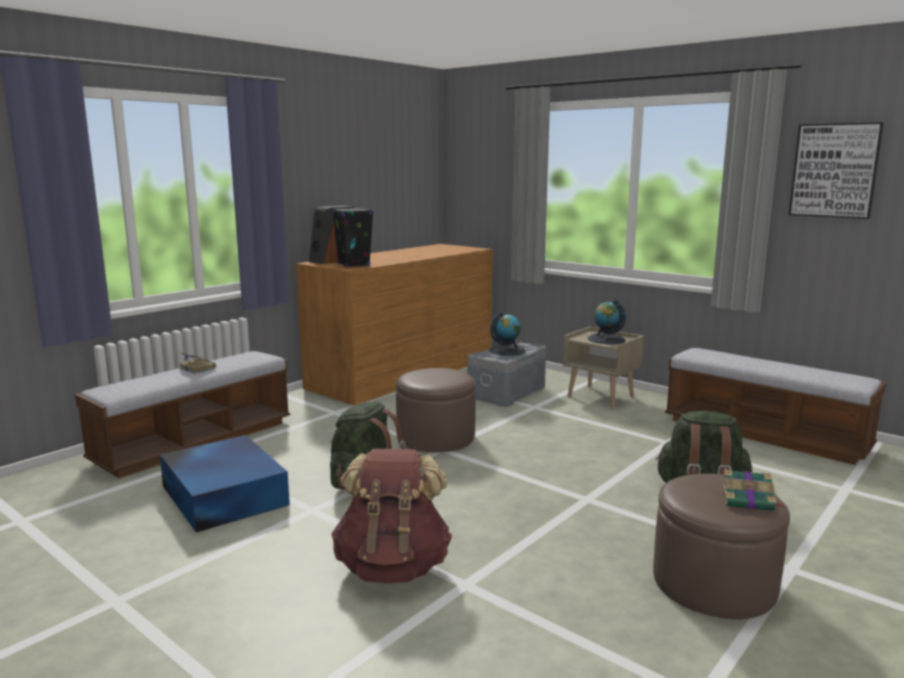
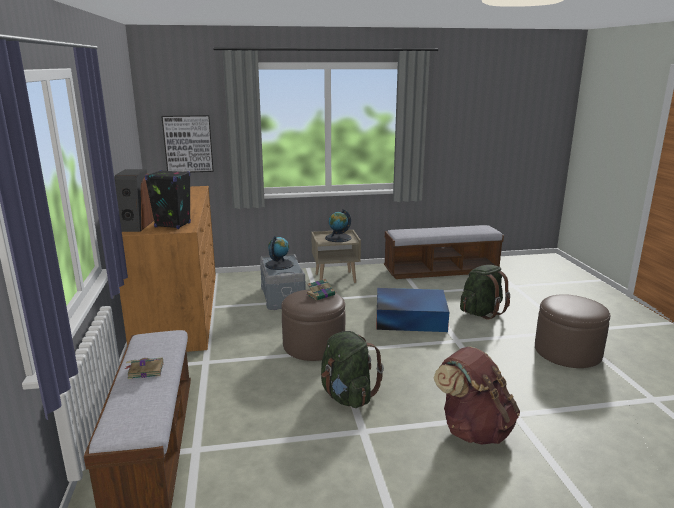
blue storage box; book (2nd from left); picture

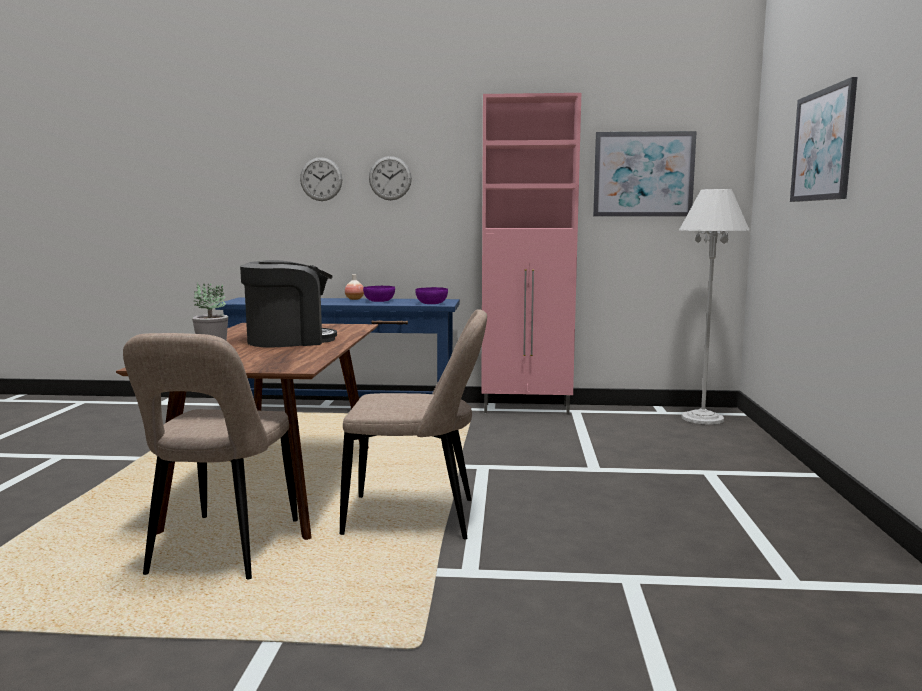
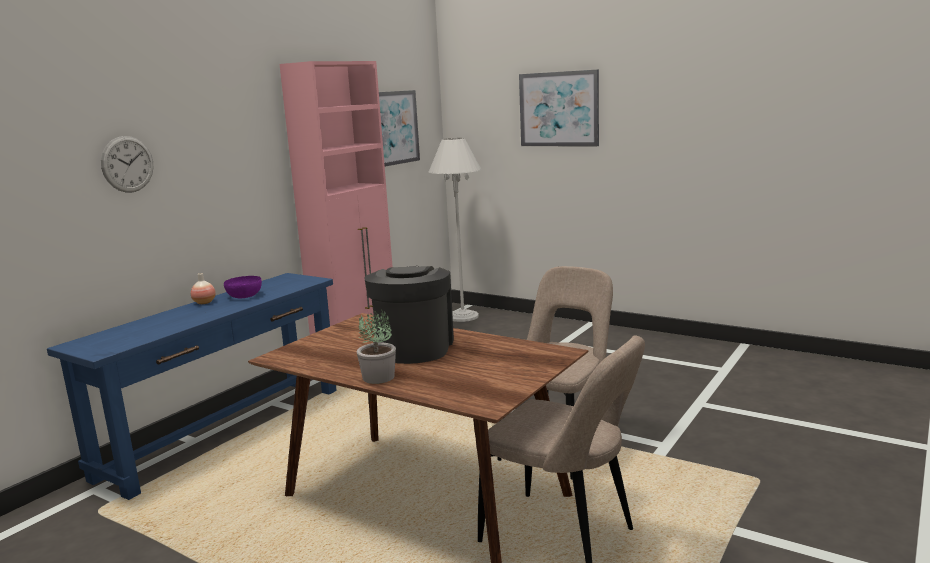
wall clock (2nd from left in the first image); purple bowl (2nd from left in the first image)

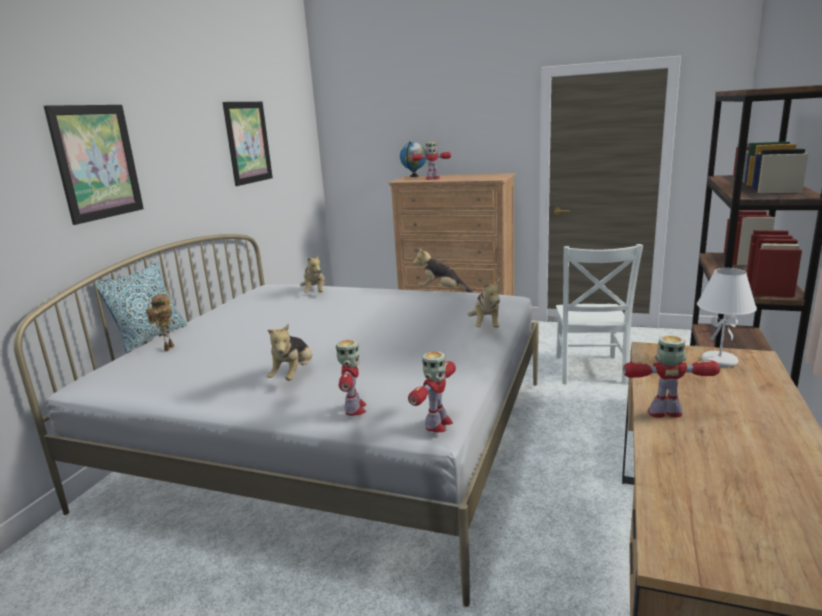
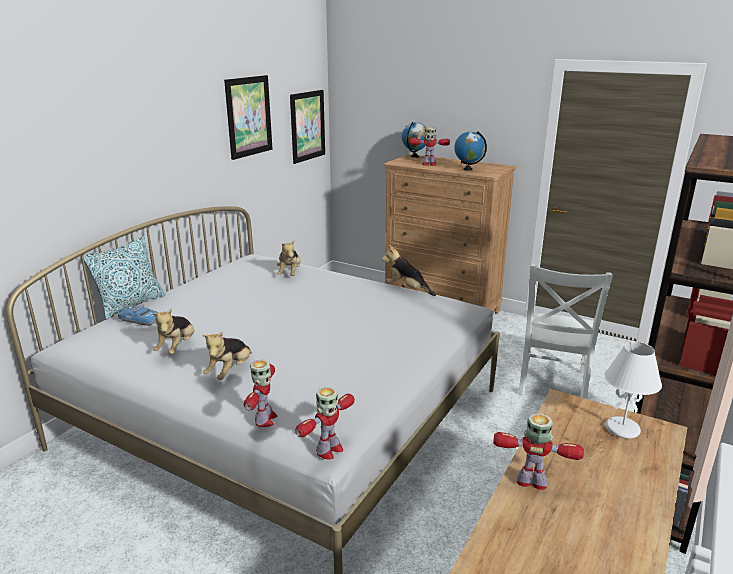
globe (2nd from left); picture (2nd from left); plush toy (1st from left); toy car

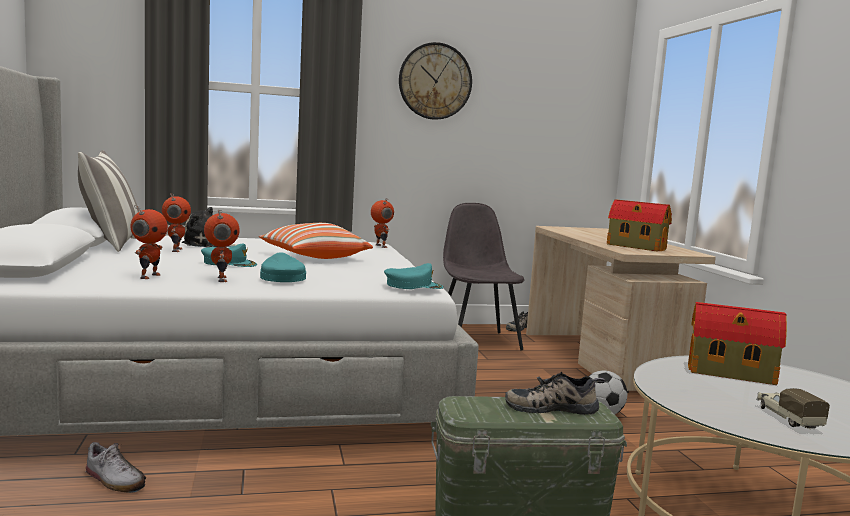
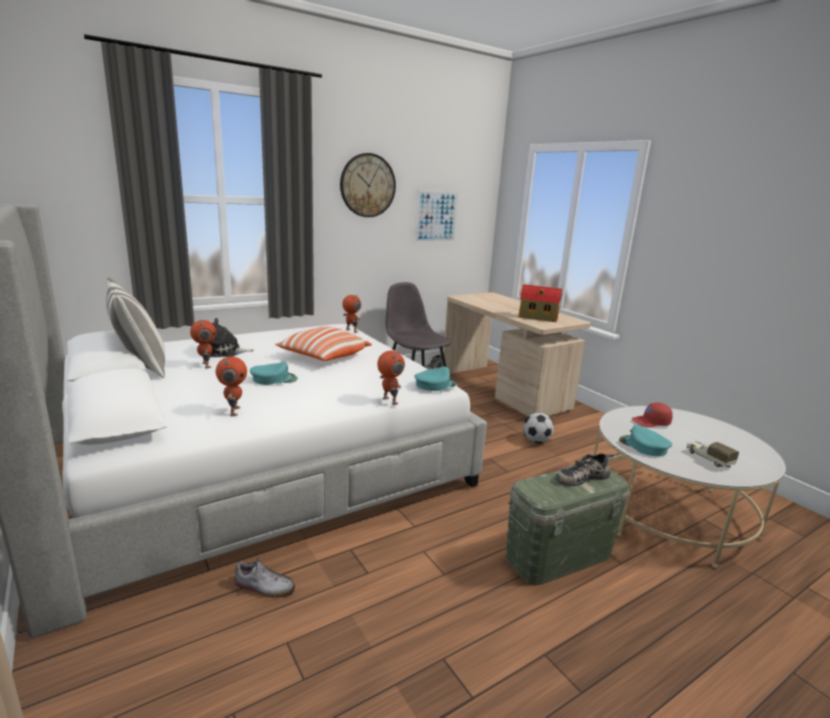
picture; toy robot (4th from left); turquoise cap (3rd from left); red cap

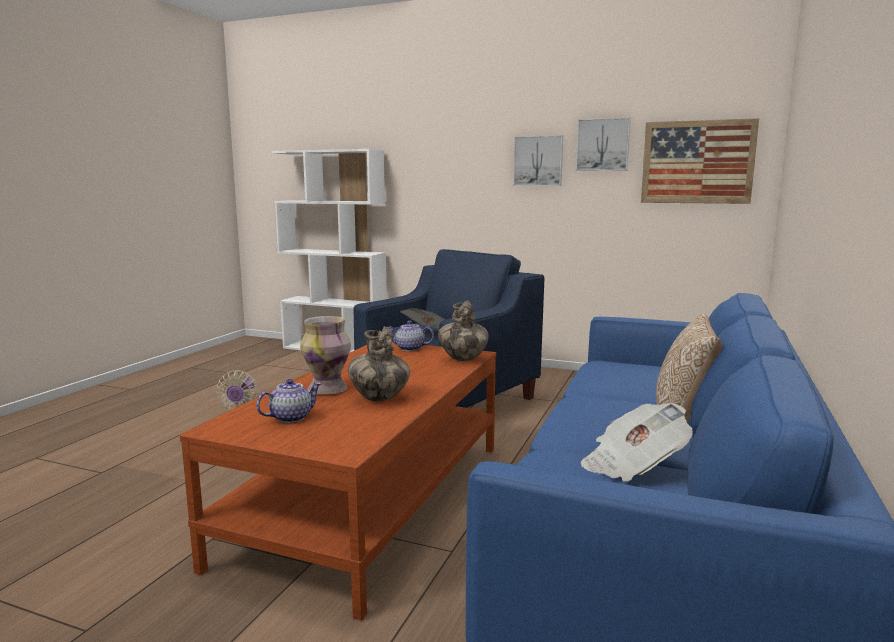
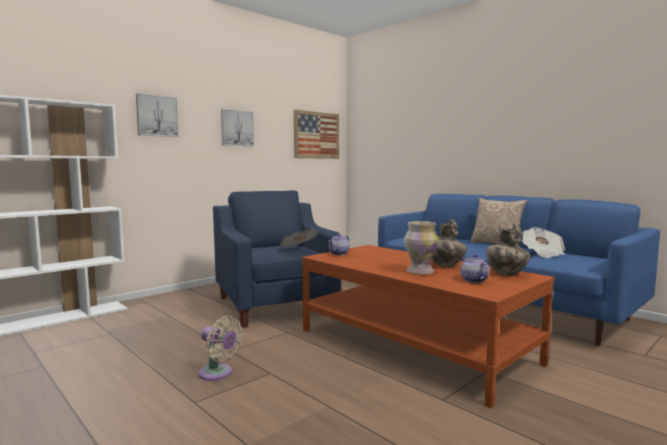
vase (3rd from left); picture (1st from left)

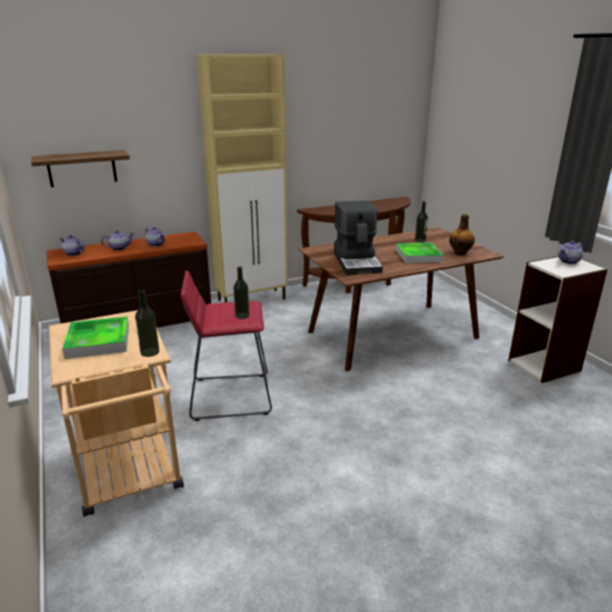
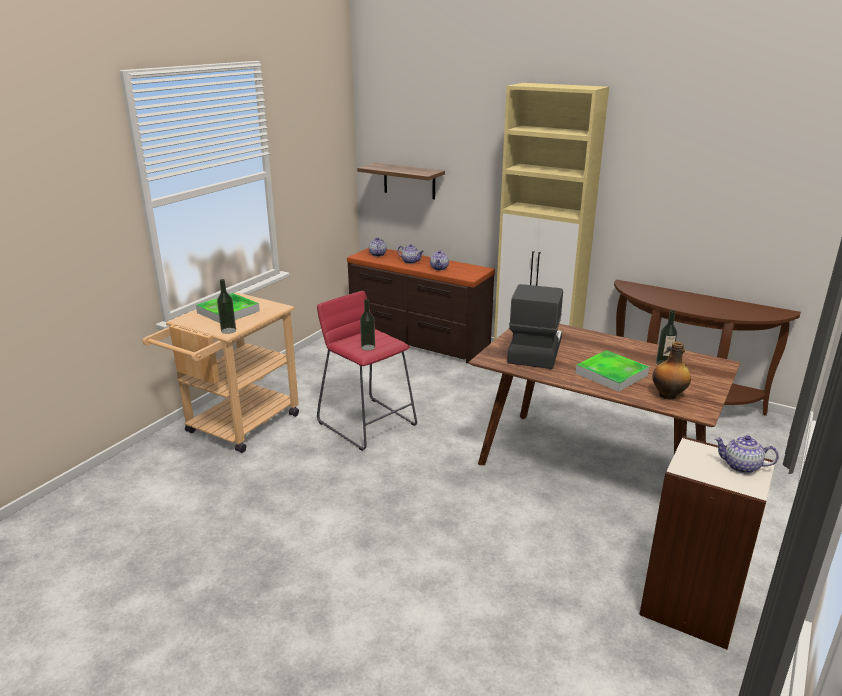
coffee machine

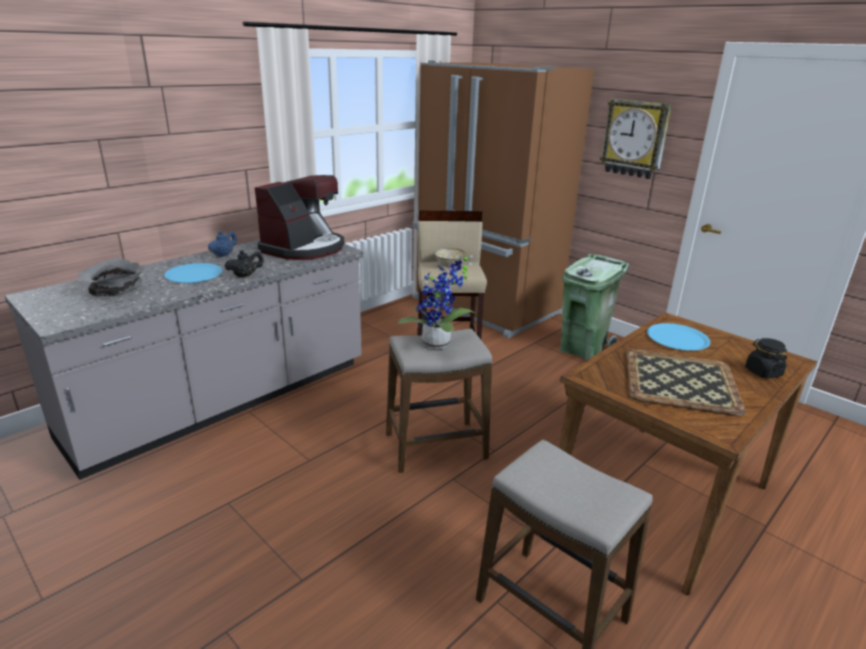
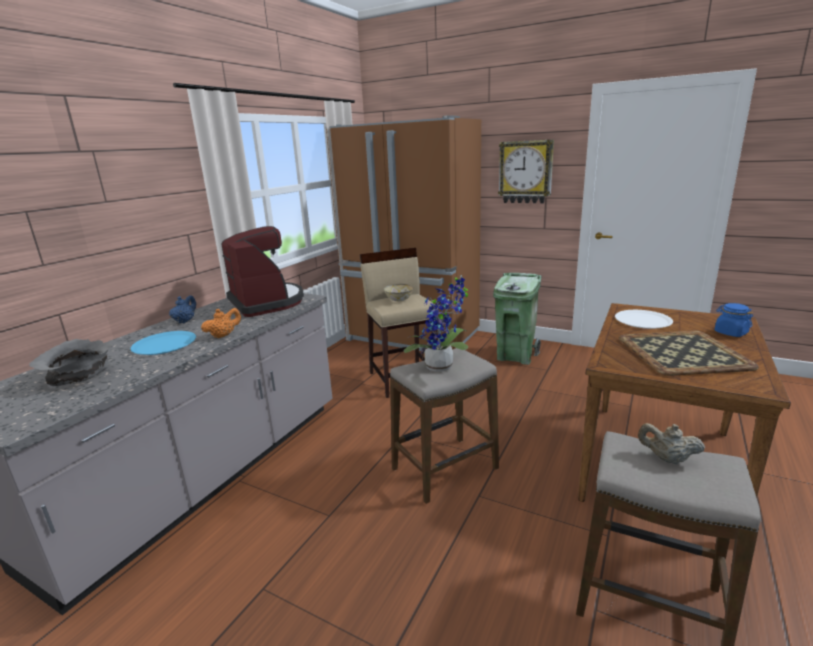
beige teapot; orange teapot; white plate; blue jar; coffee machine

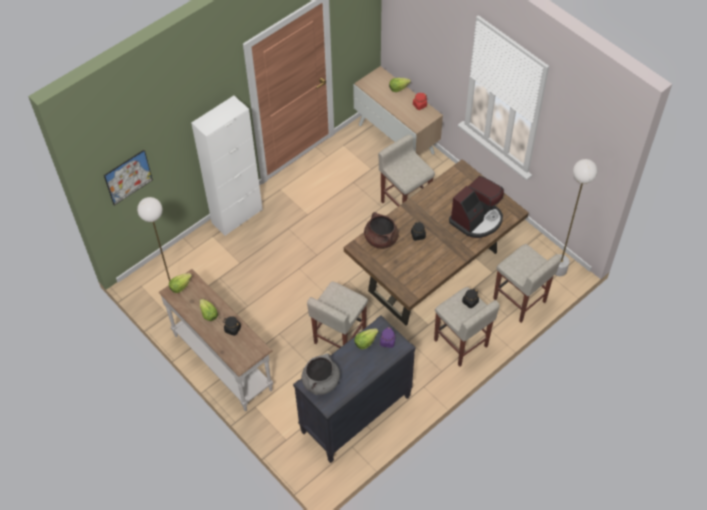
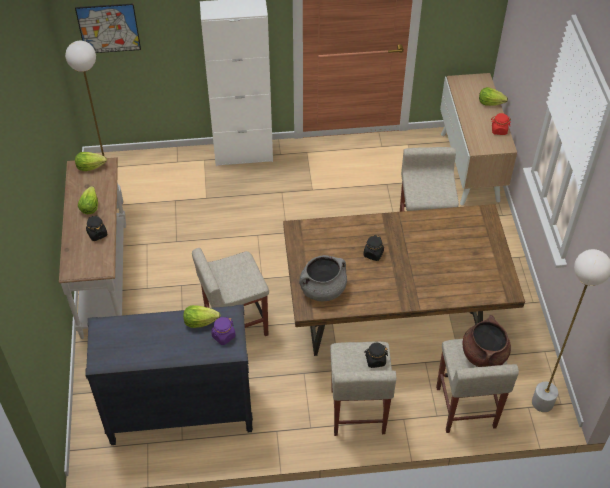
coffee machine; grey cooking pot; brown cooking pot

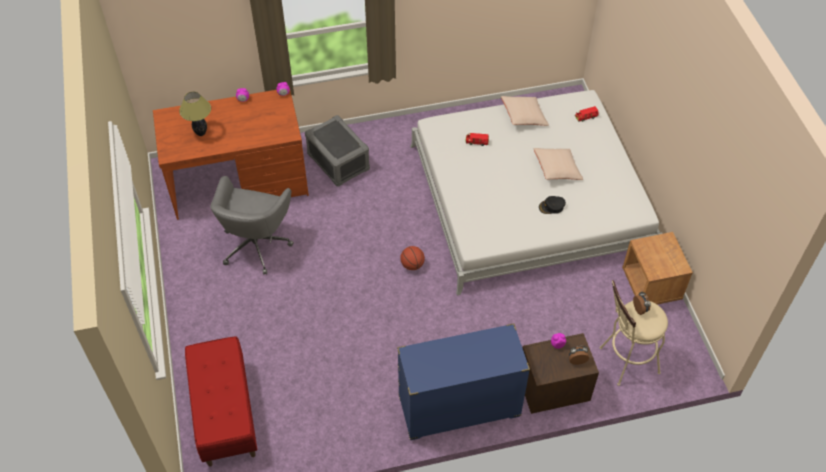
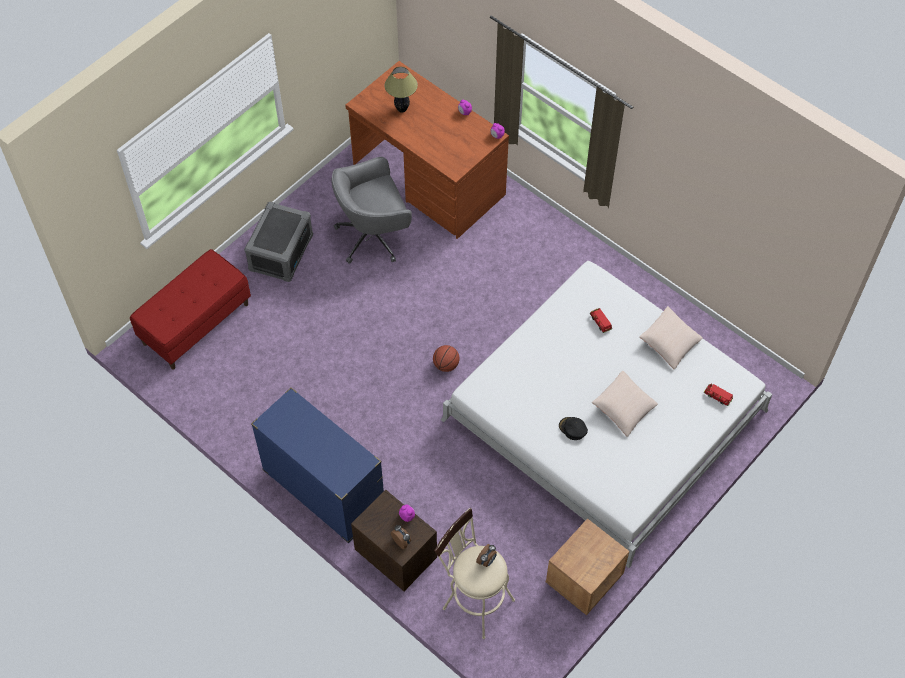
grey storage box

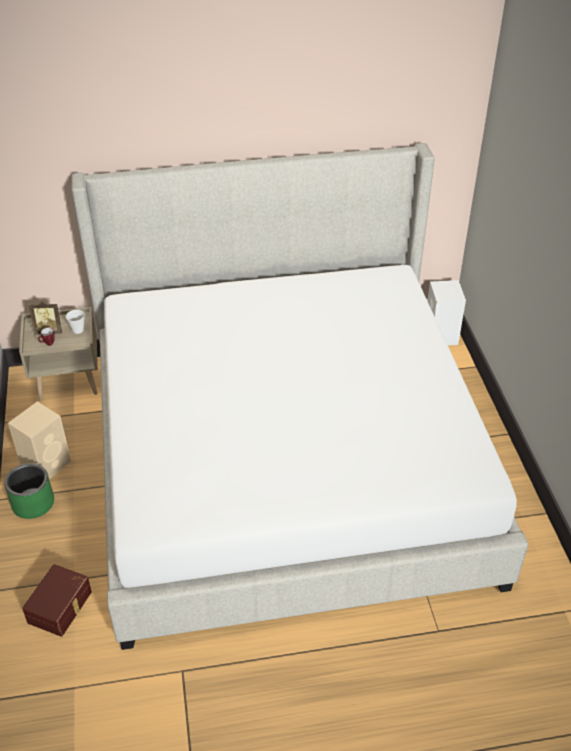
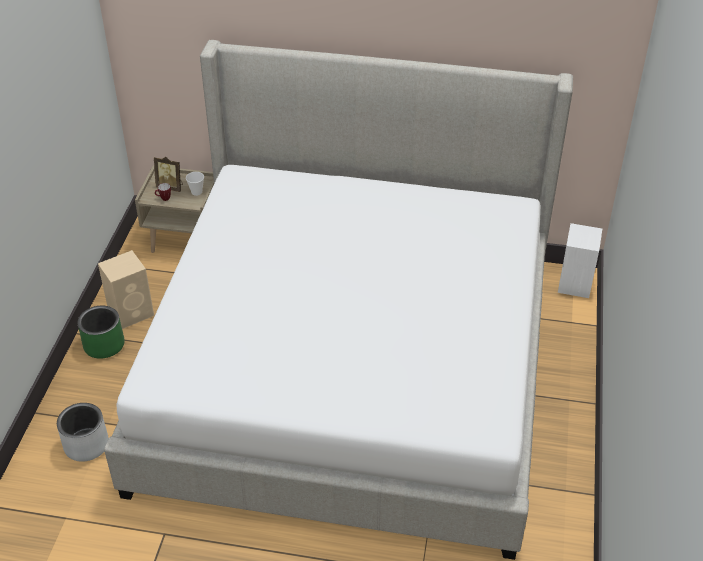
grey planter

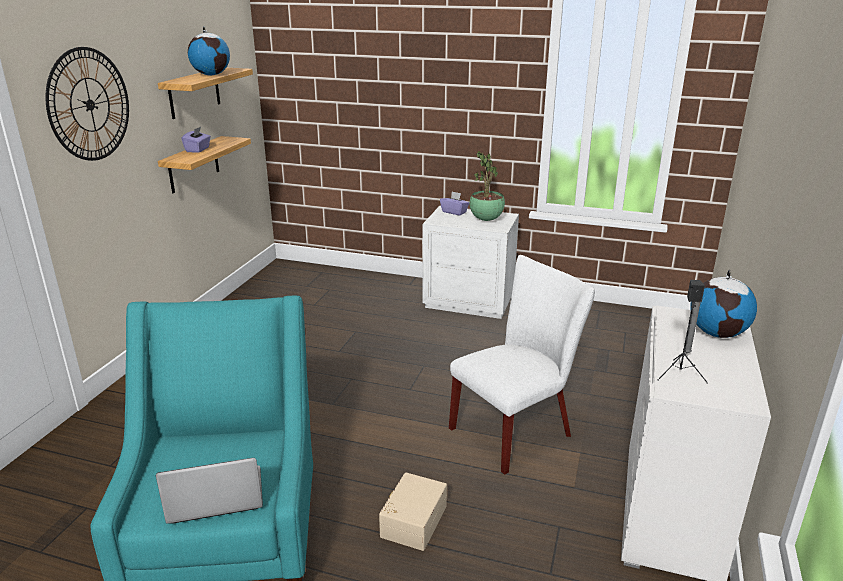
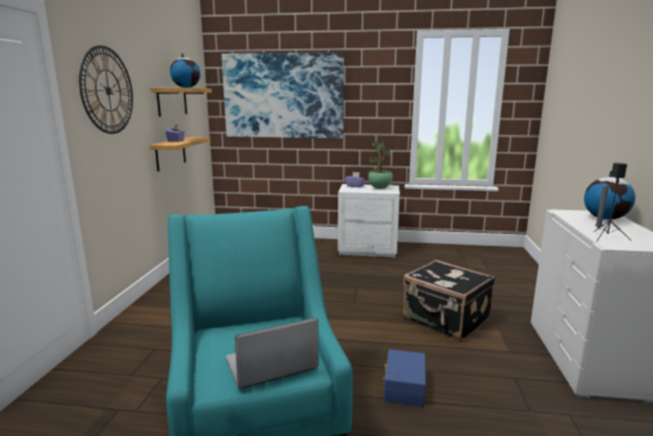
picture; black suitcase; blue storage box

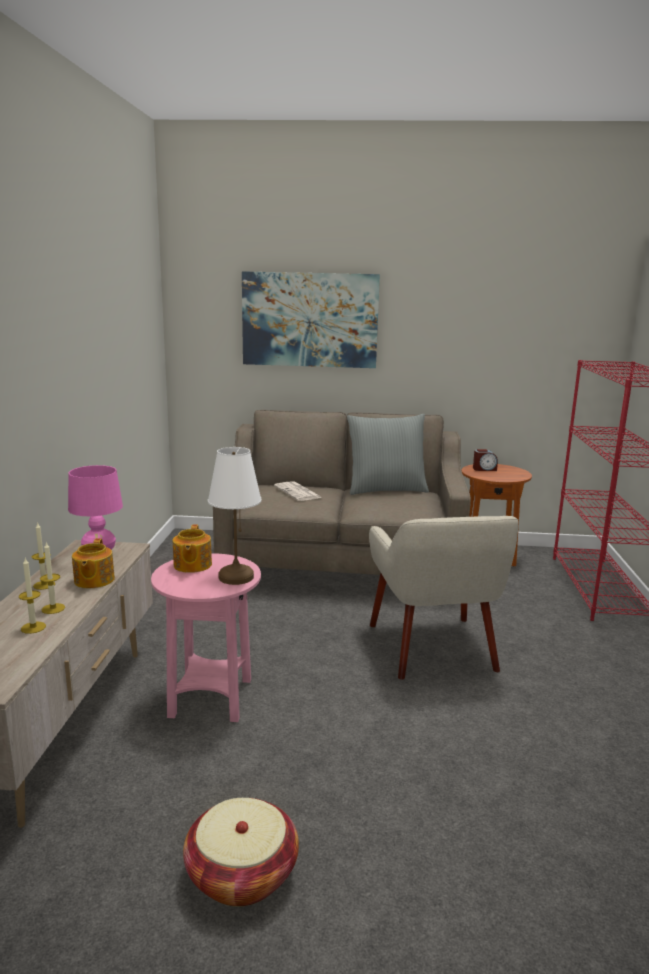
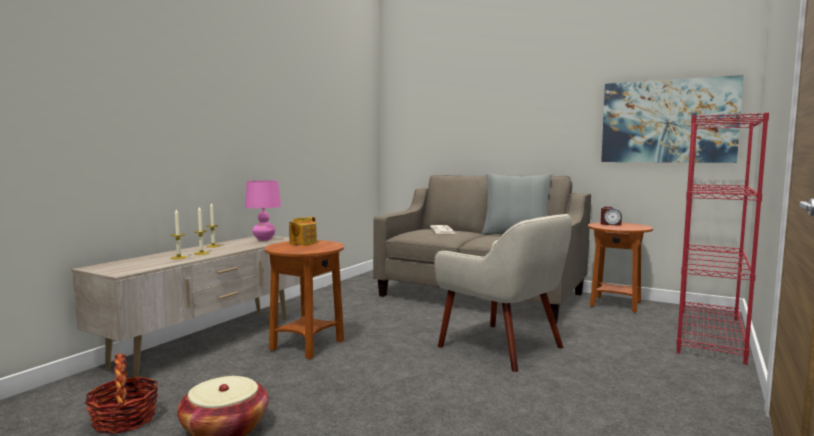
teapot (1st from left in the first image); white table lamp; basket (1st from left); picture; brown side table (1st from left); beige armchair

